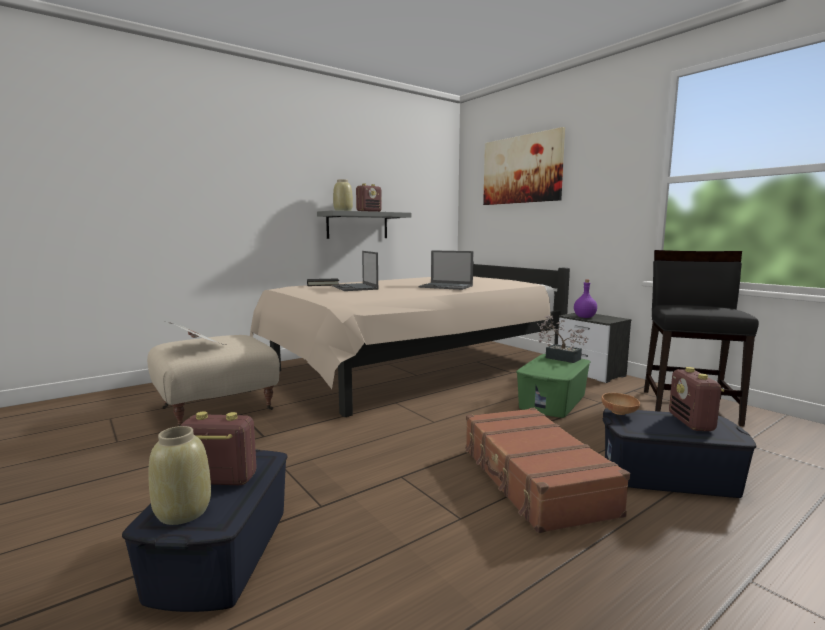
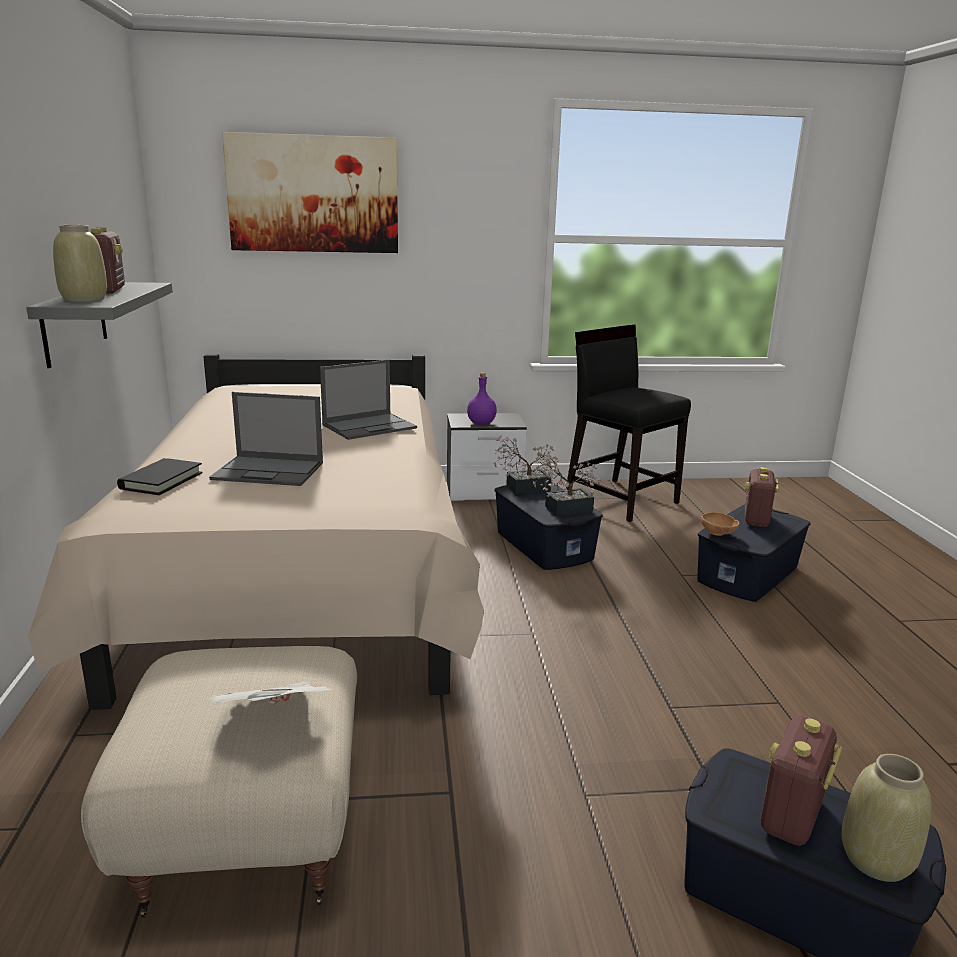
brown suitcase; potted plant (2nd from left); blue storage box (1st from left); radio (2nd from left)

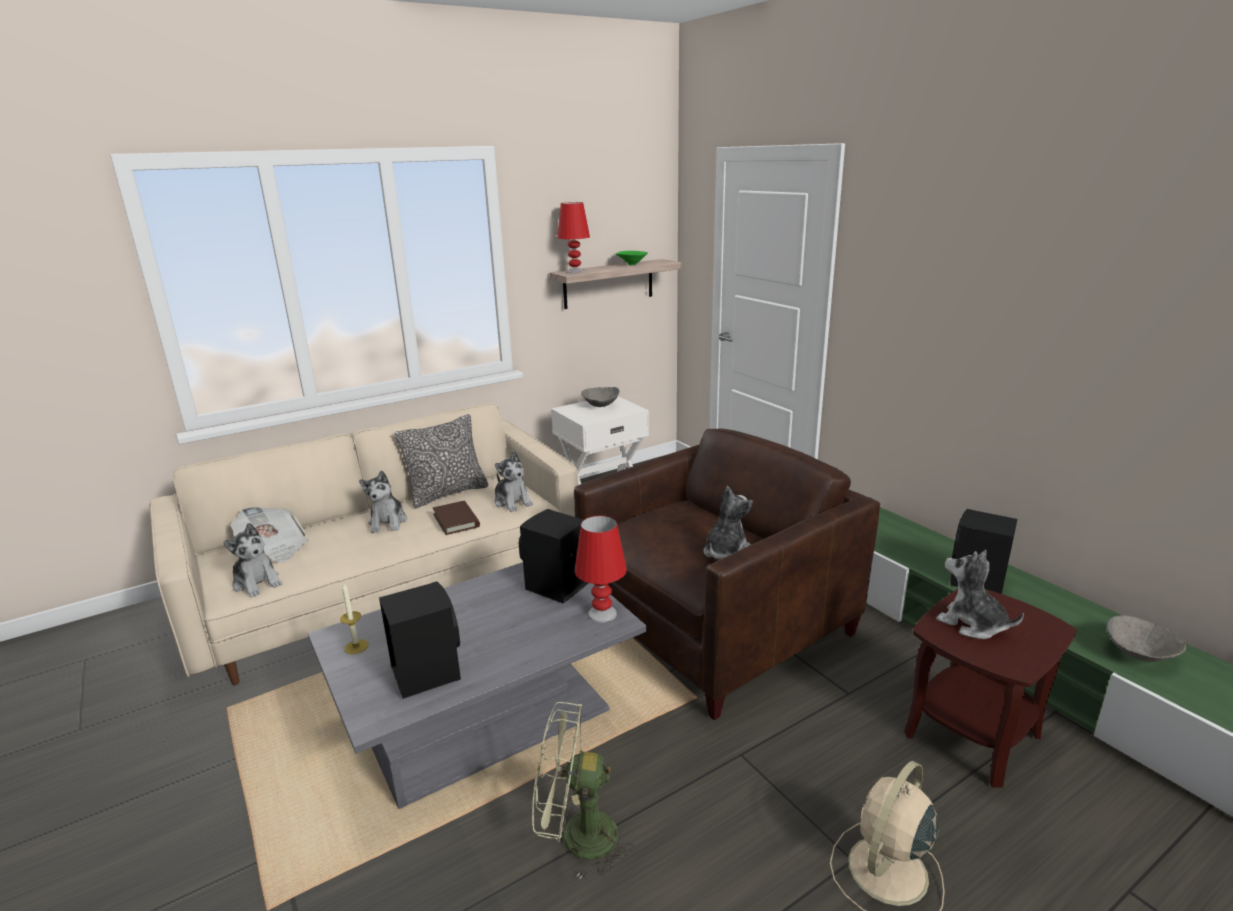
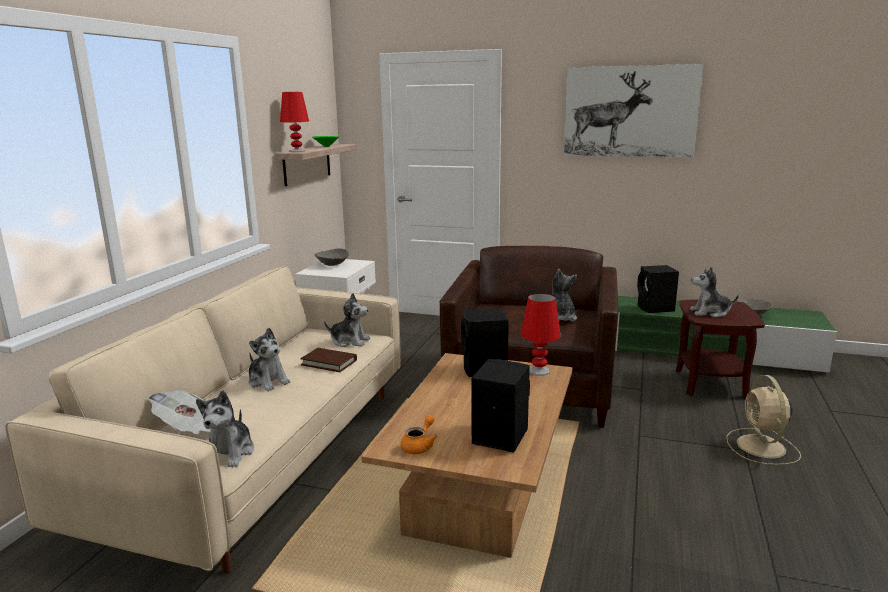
pillow; green fan; picture; orange teapot; brown coffee table; plush toy (1st from left)

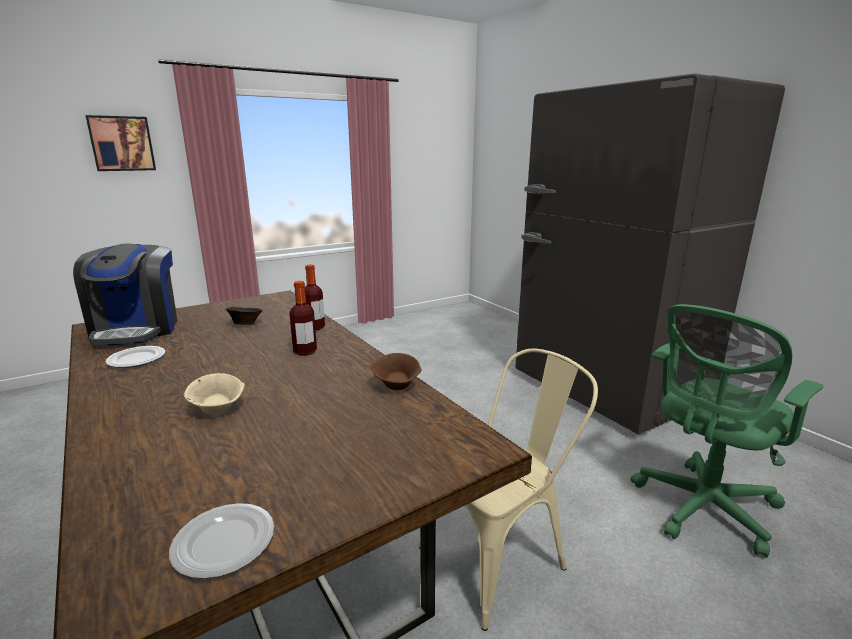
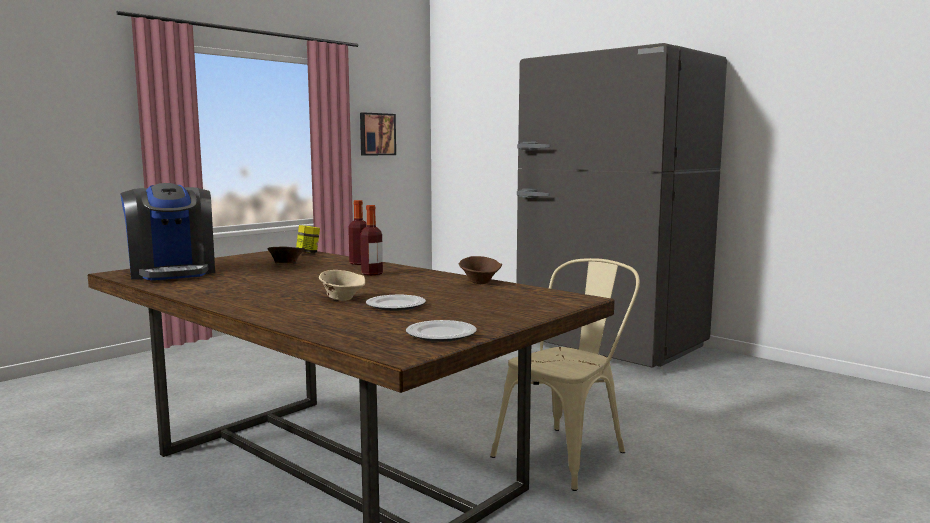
green office chair; jar; picture; plate (1st from left)

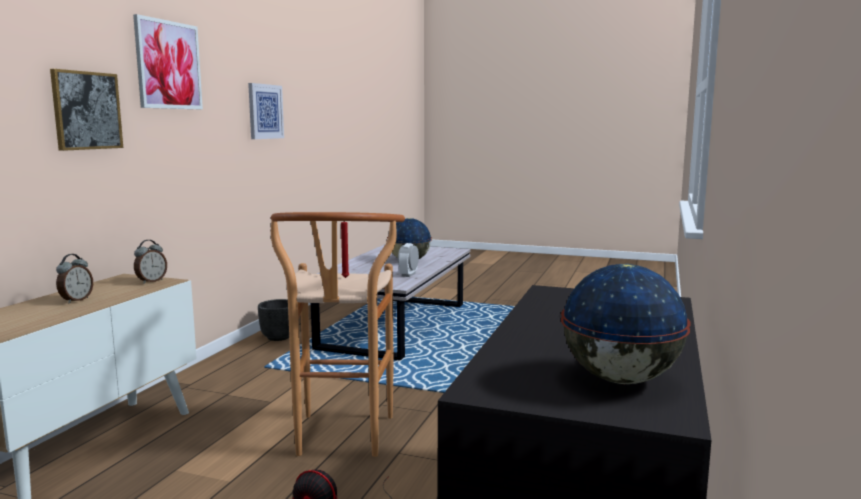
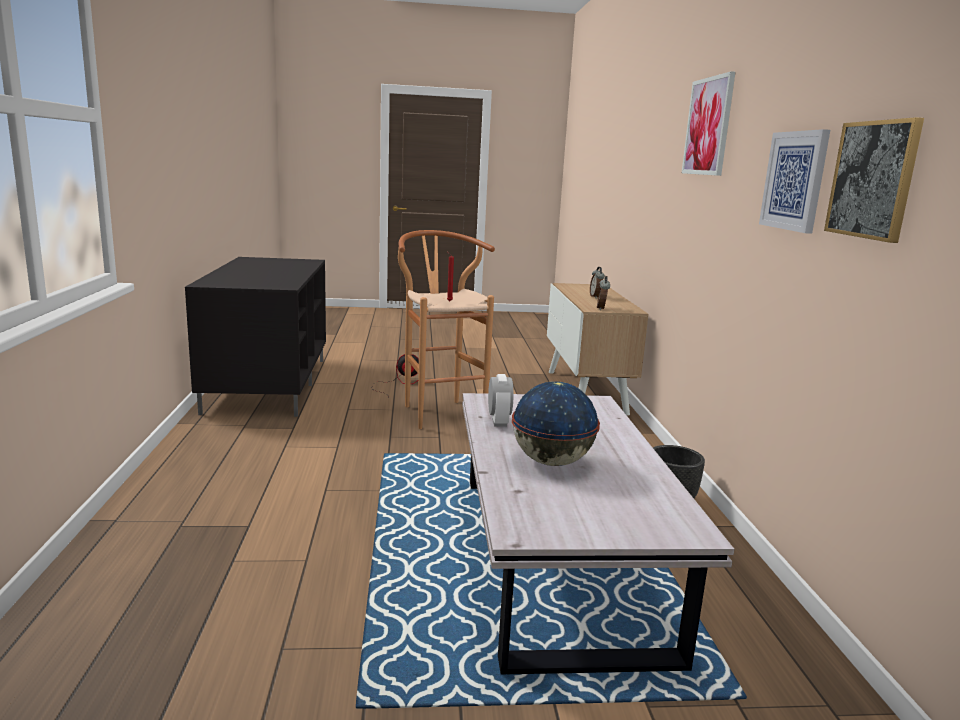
globe (2nd from left in the first image); picture (3rd from left)

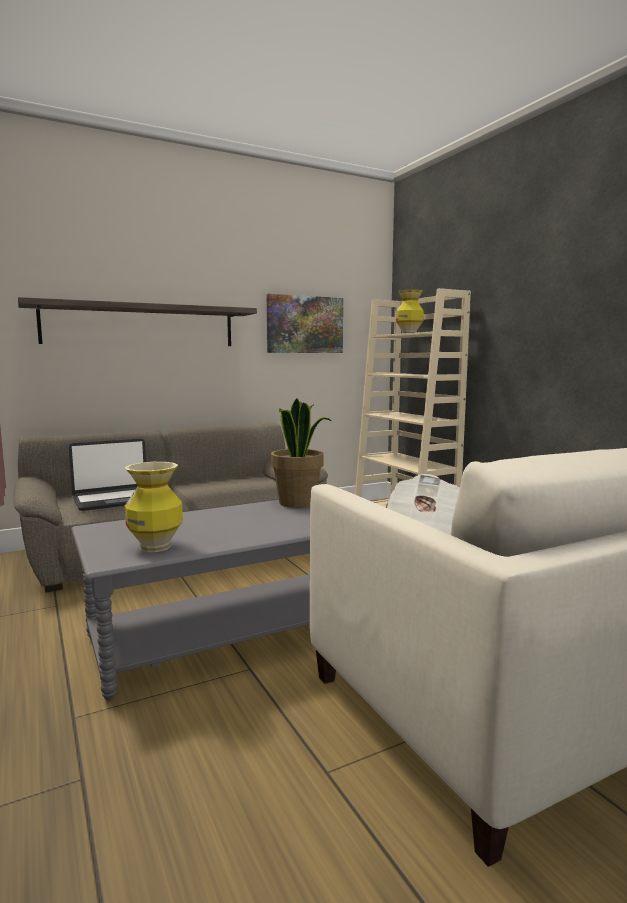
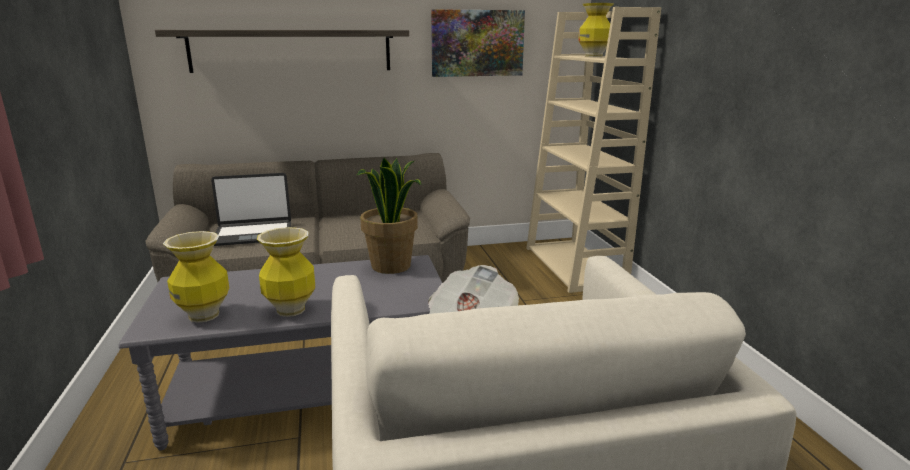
vase (2nd from left)

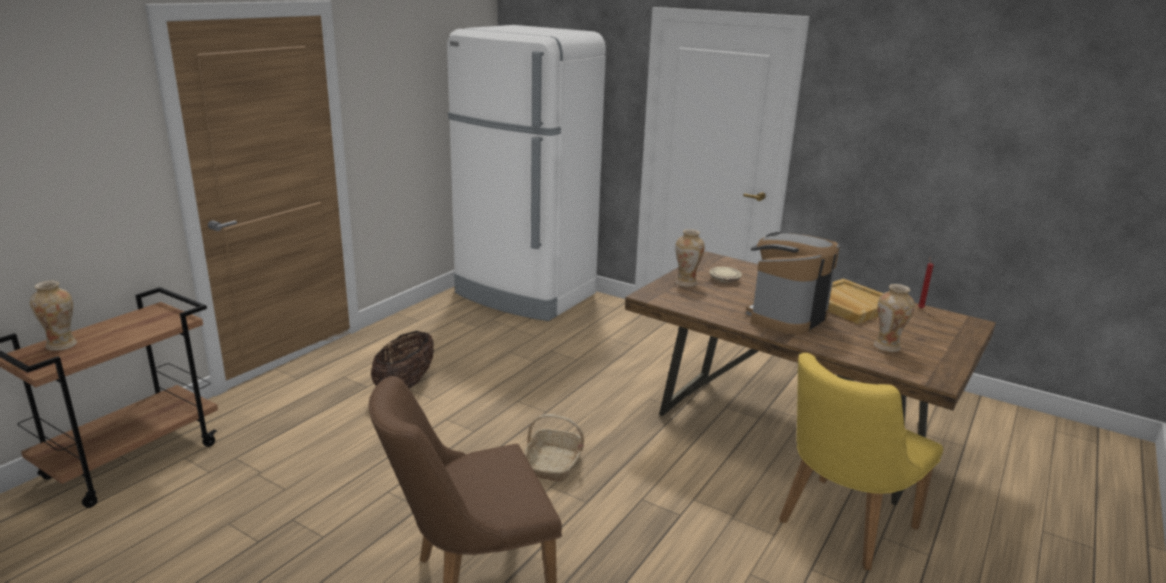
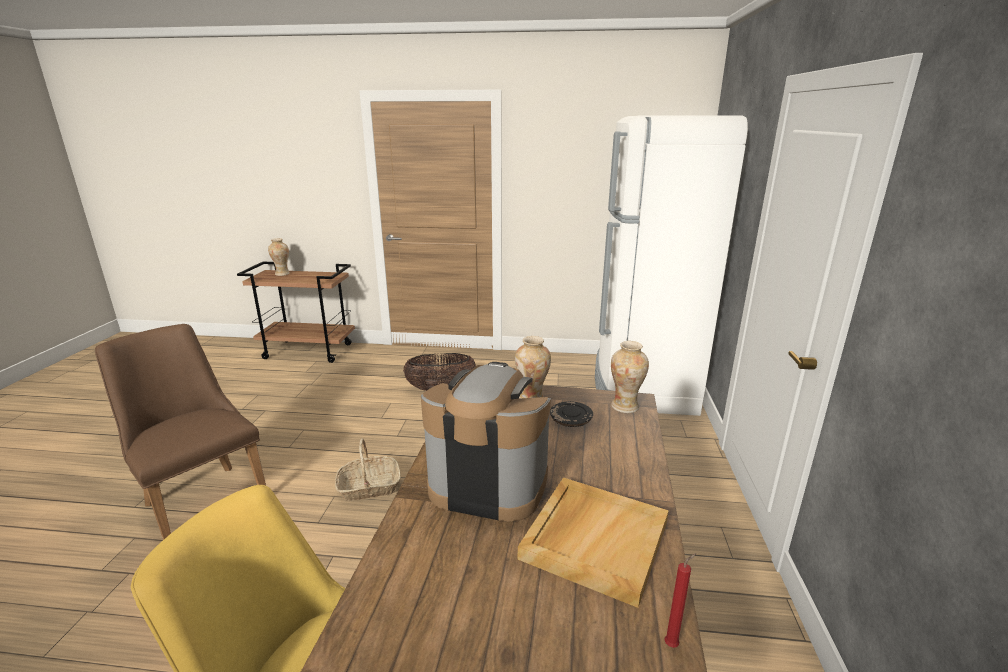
vase (3rd from left); black plate

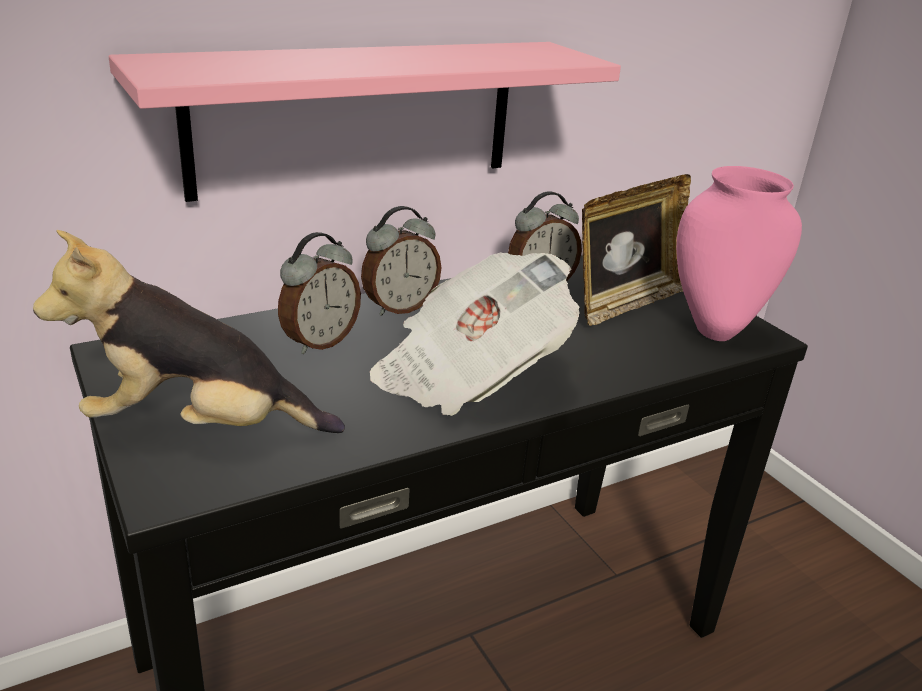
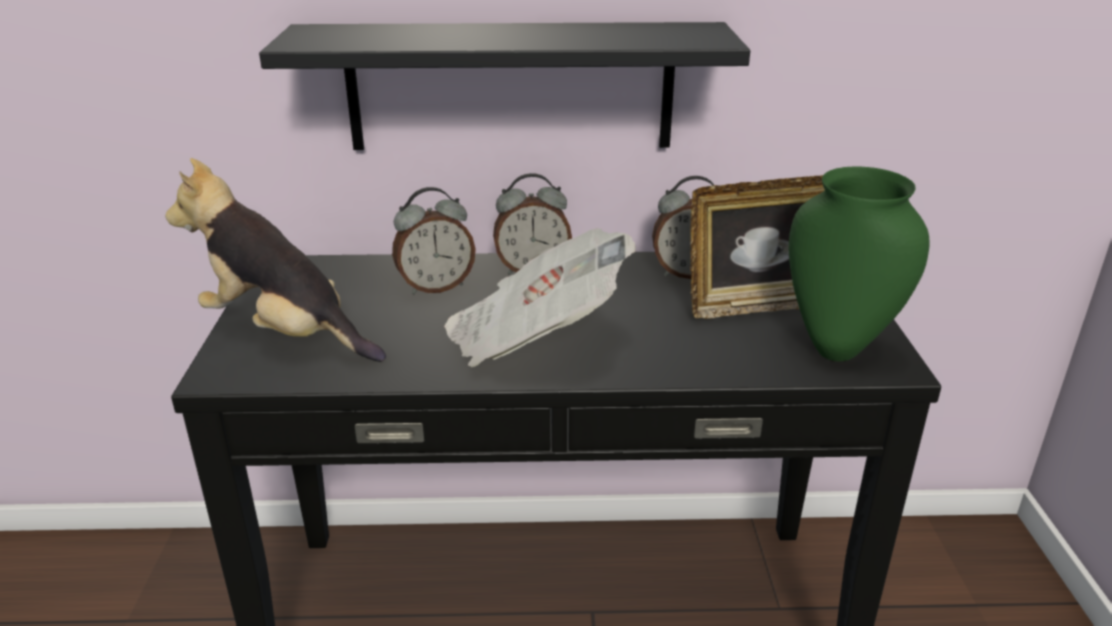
black shelf; green vase

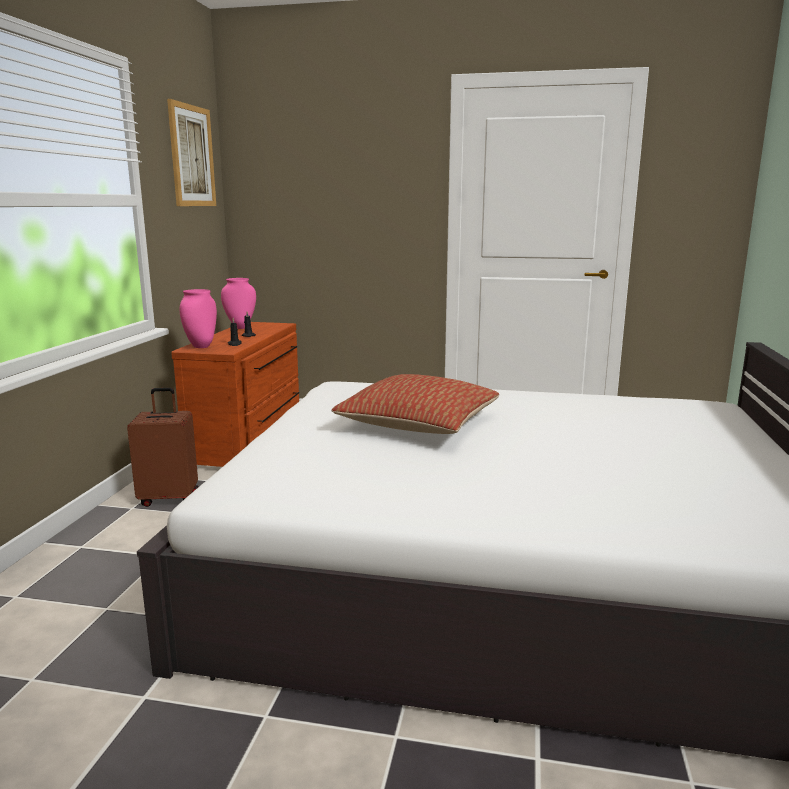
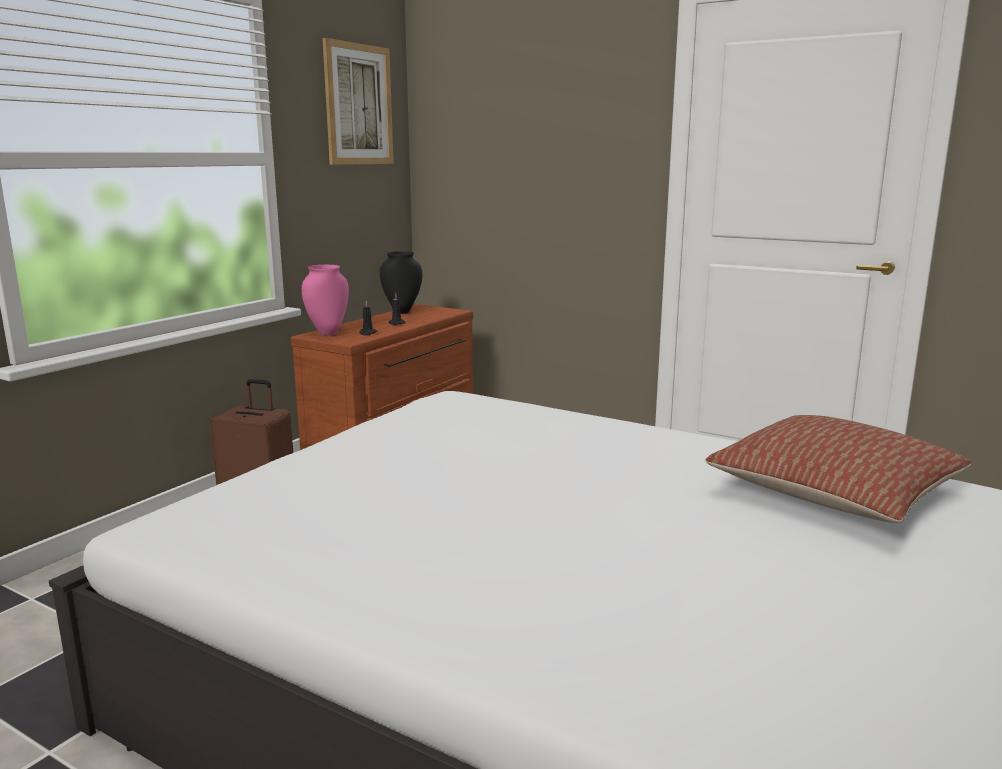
pillow; black vase

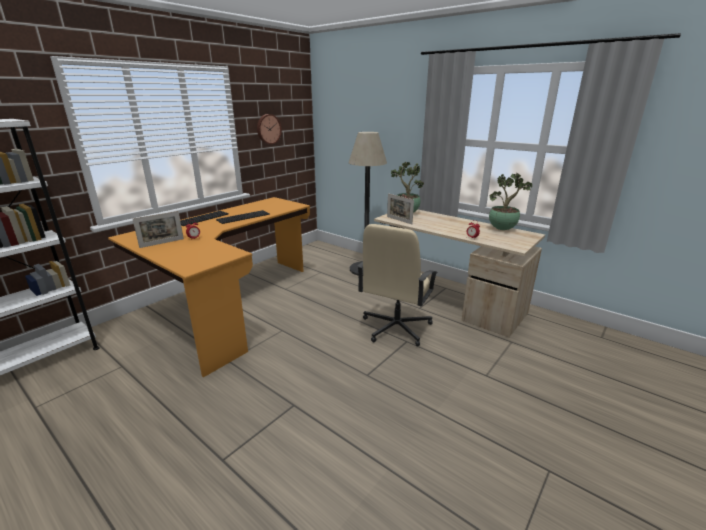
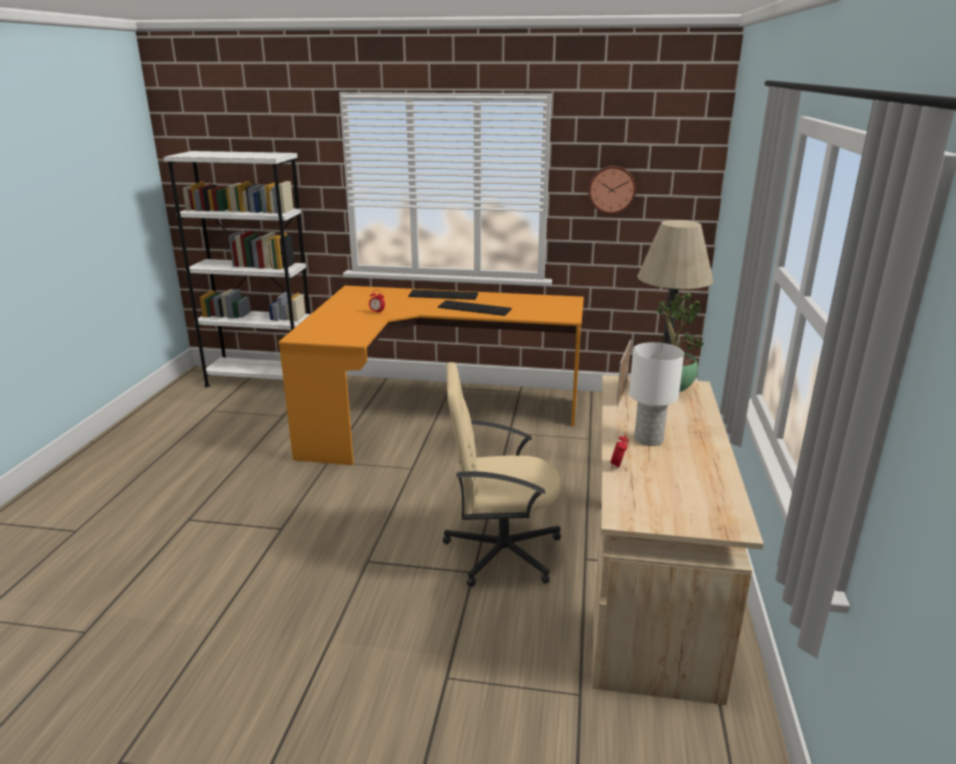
picture frame (1st from left in the first image); potted plant (2nd from left in the first image); white table lamp

